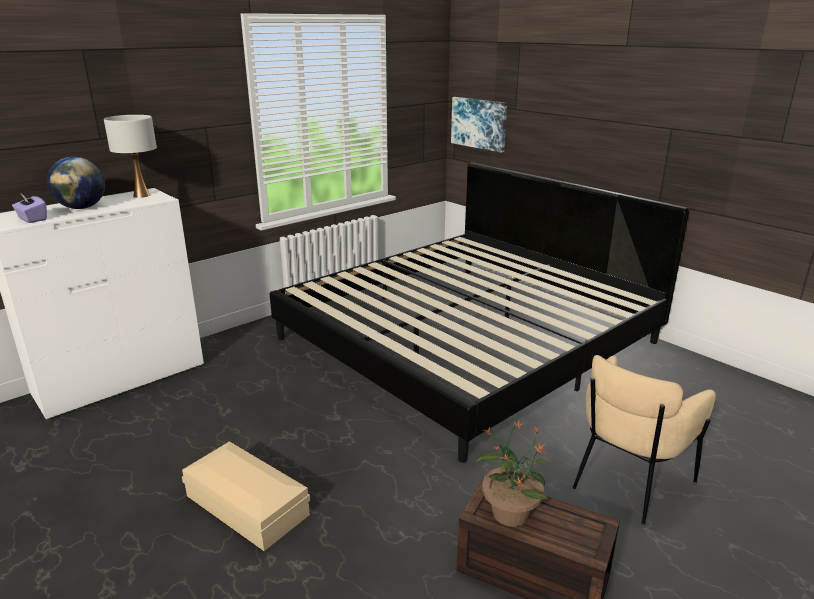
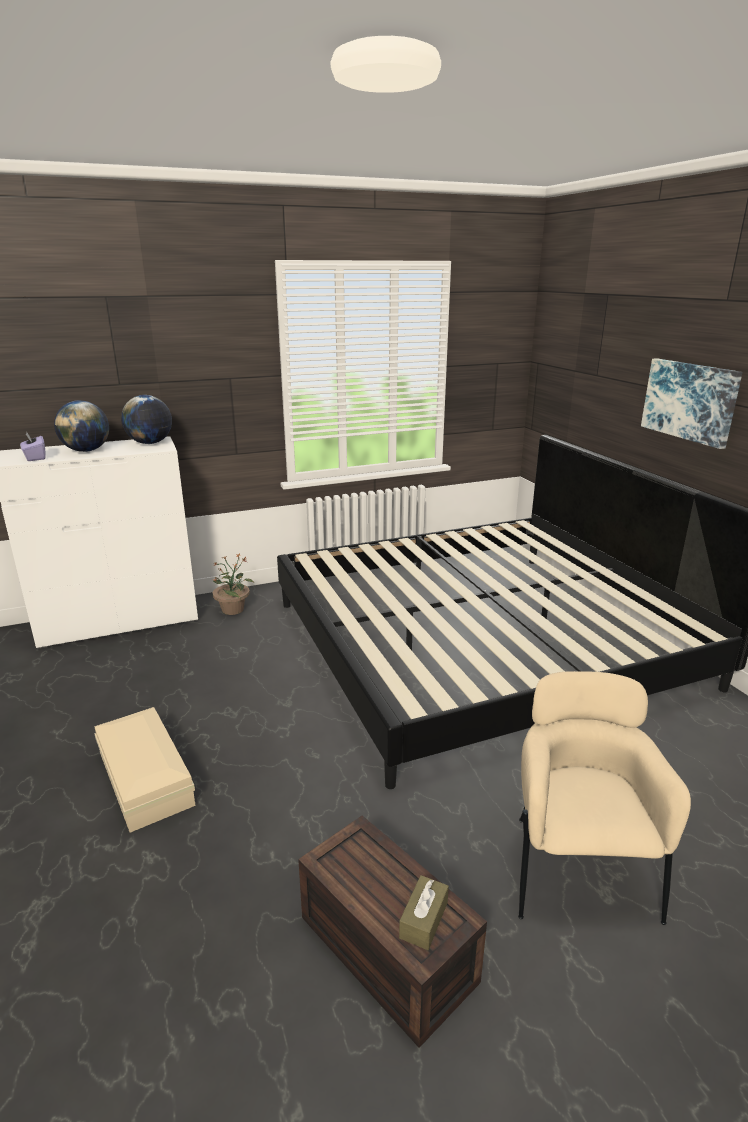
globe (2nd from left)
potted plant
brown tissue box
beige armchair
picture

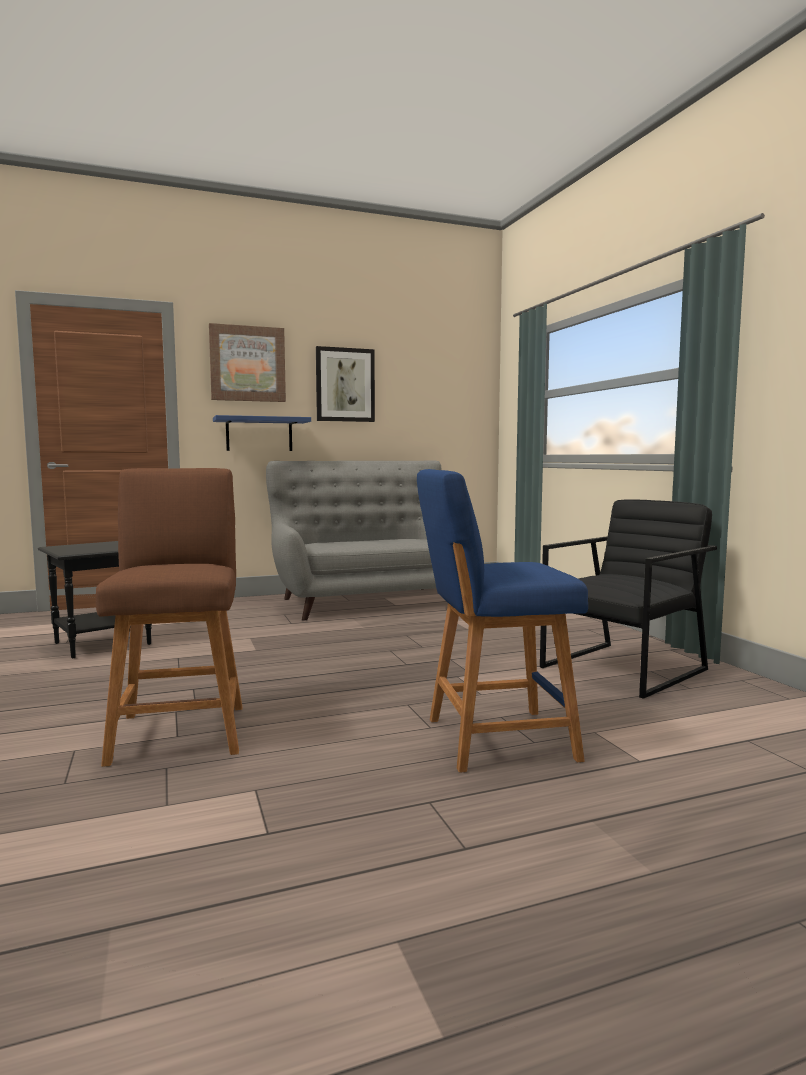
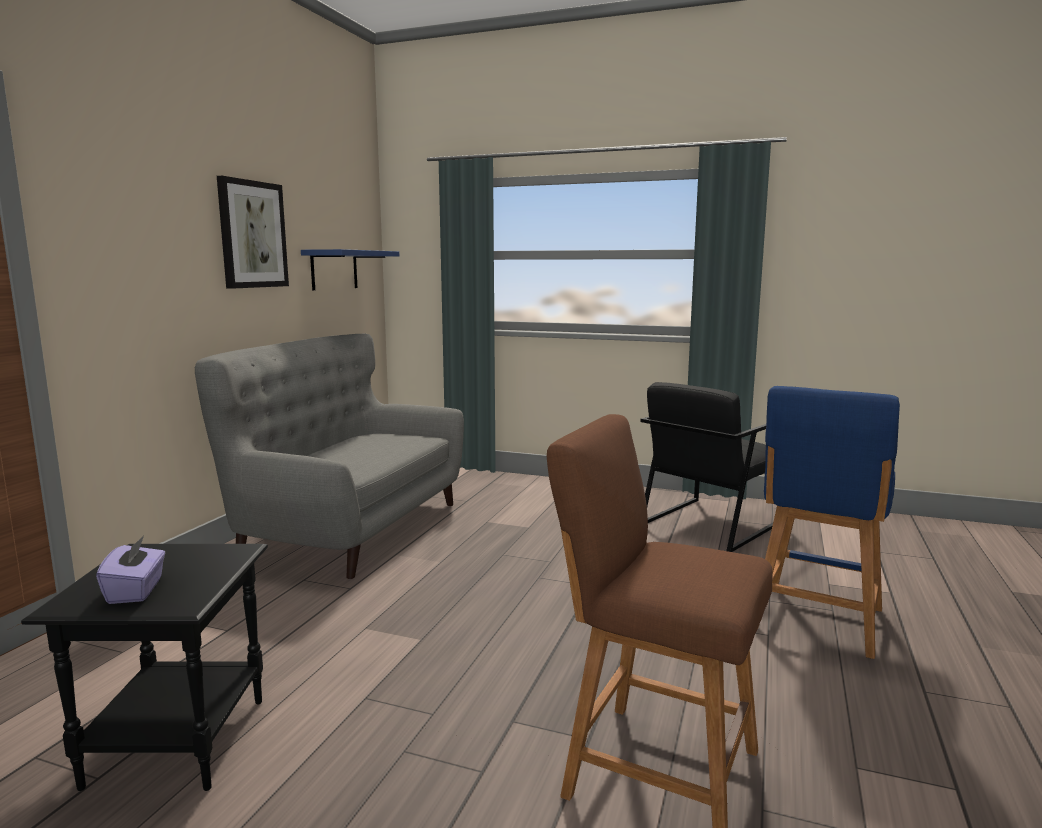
purple tissue box
blue shelf
black armchair
picture (1st from left in the first image)

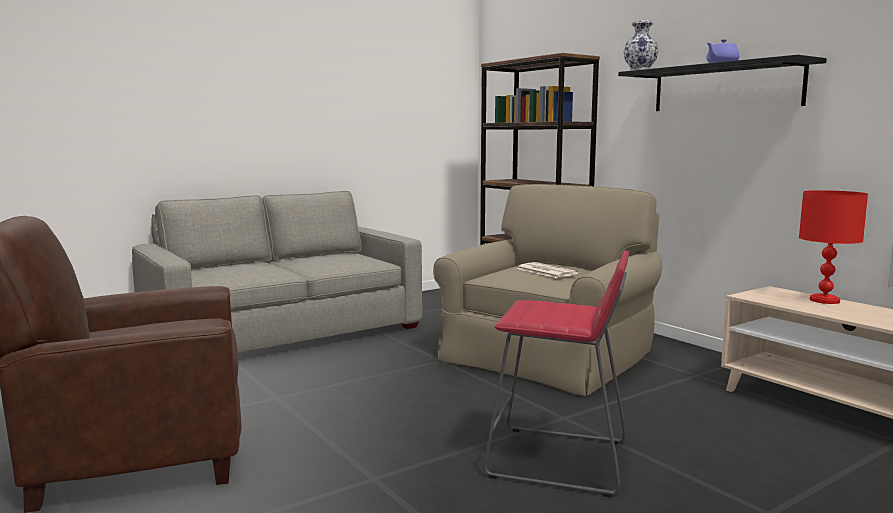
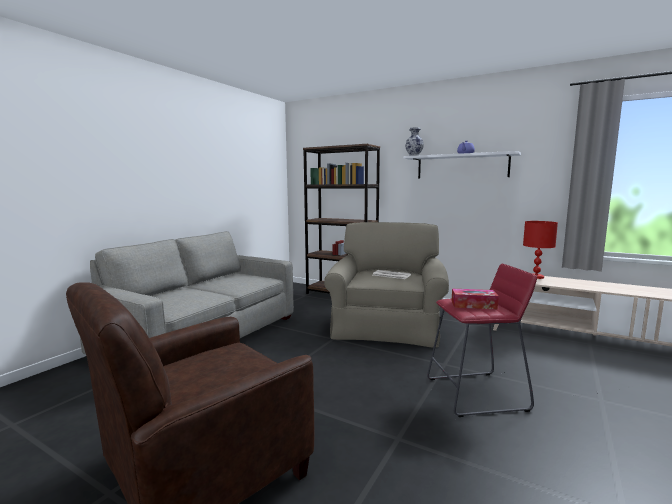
white shelf
tissue box

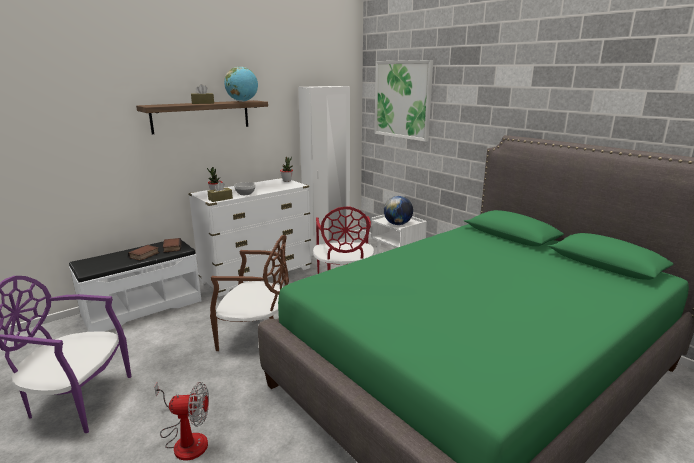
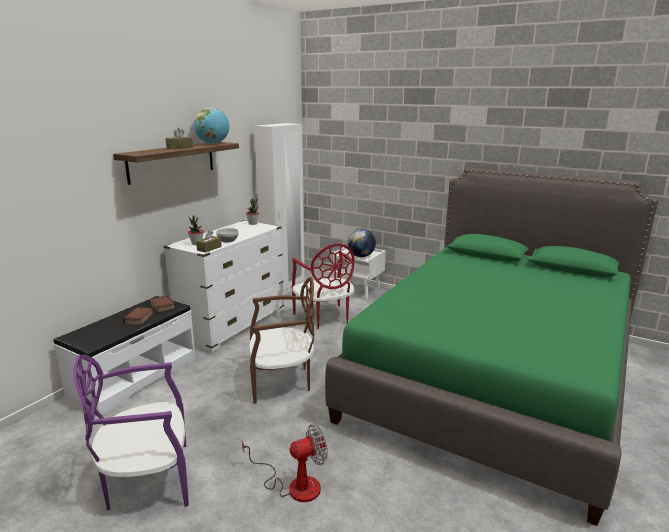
picture

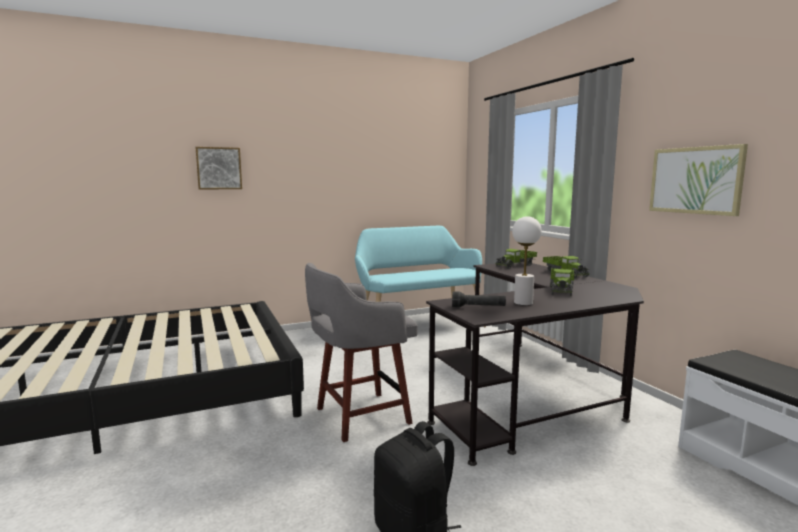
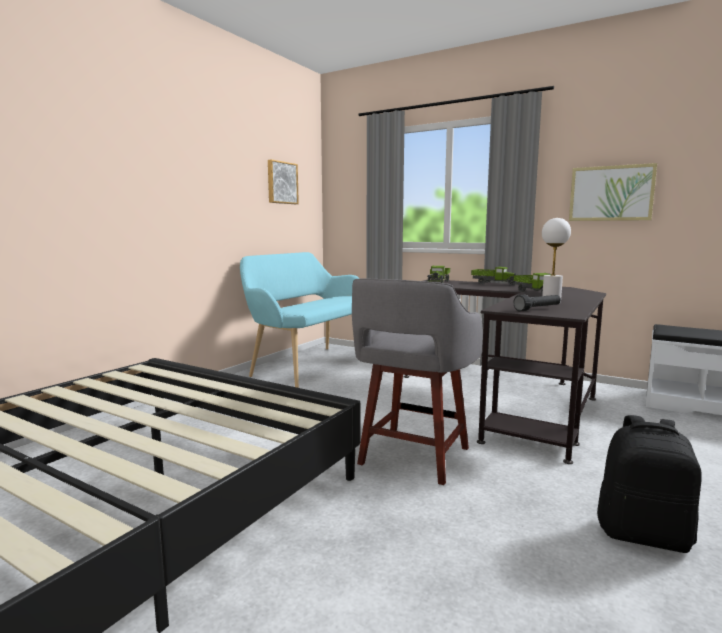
picture (1st from left)

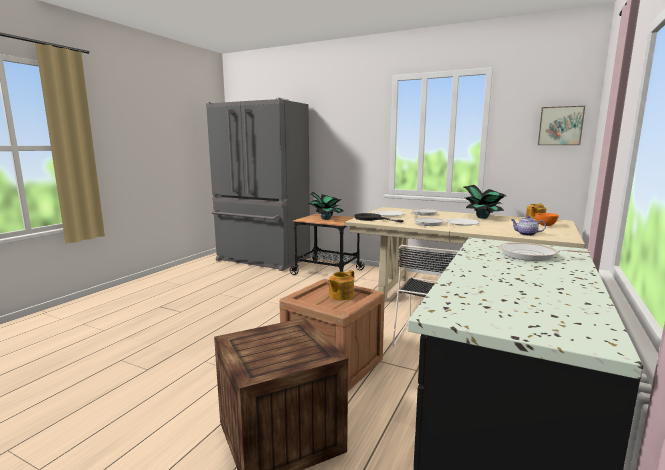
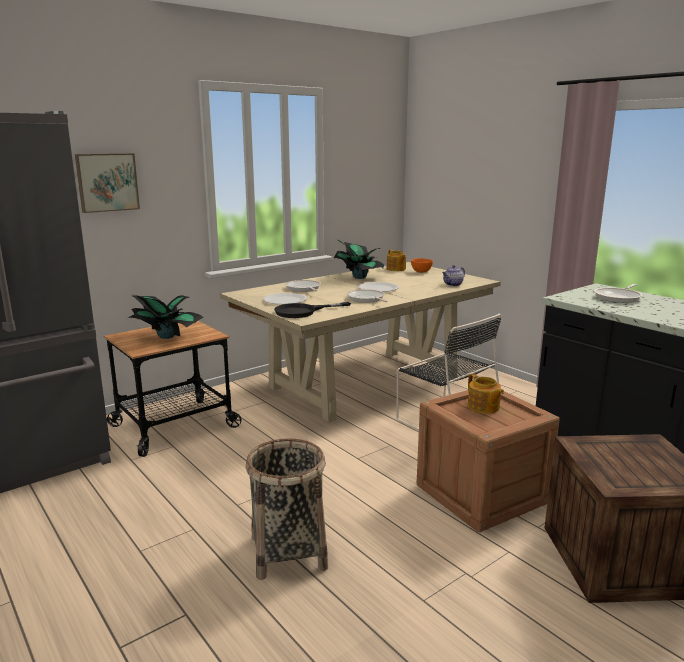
picture
basket

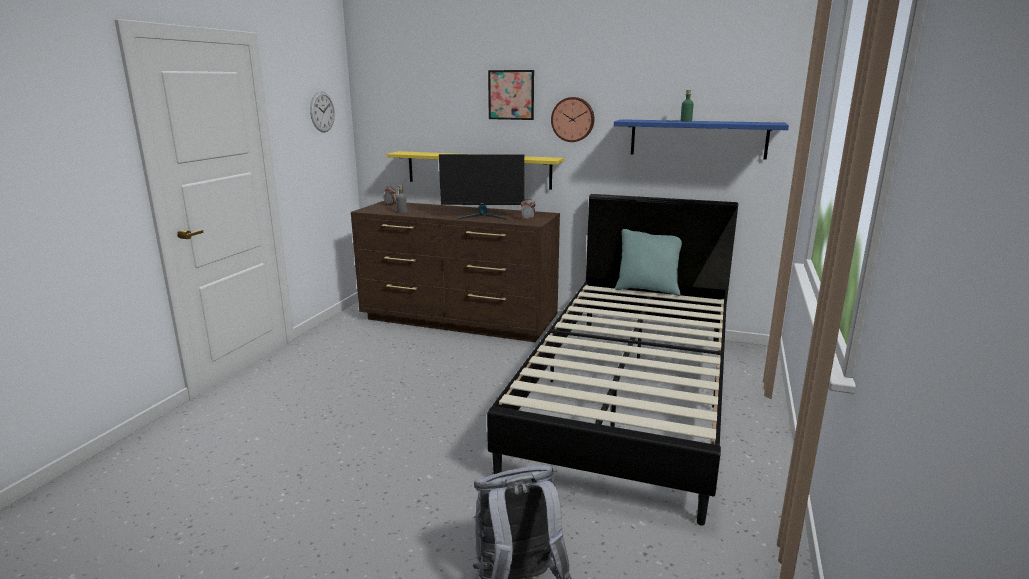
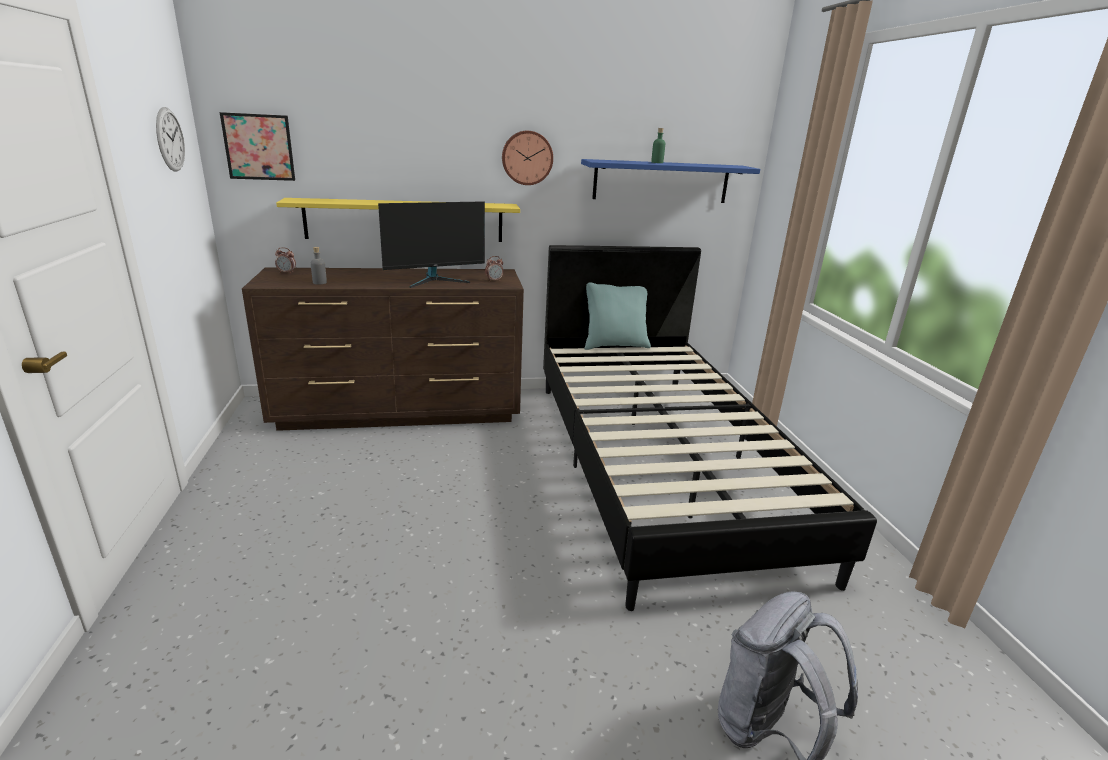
picture

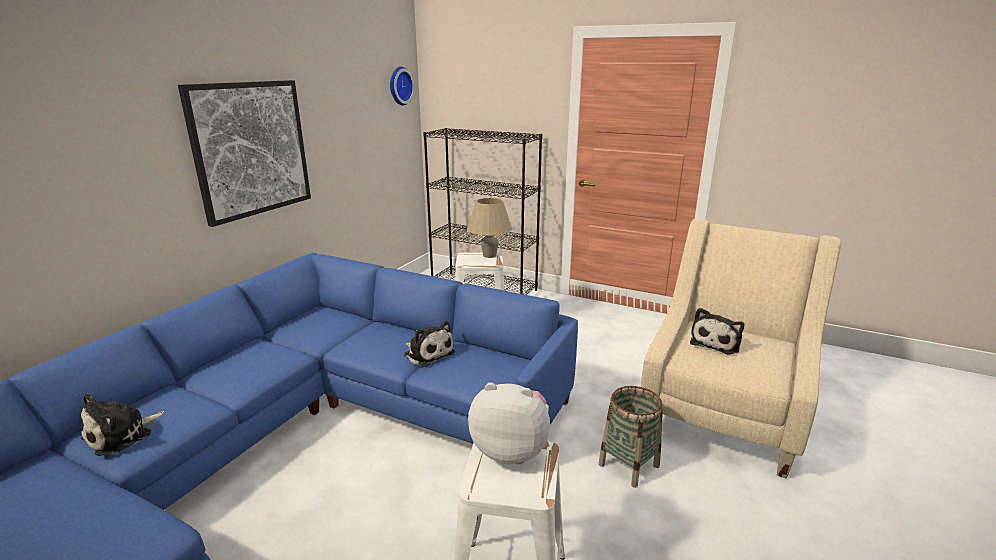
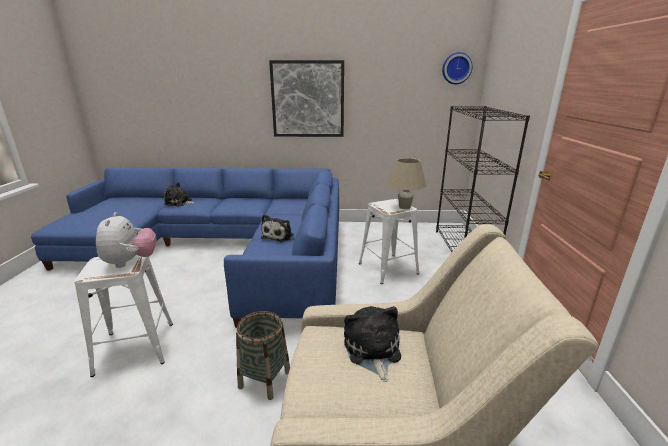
plush toy (4th from left)

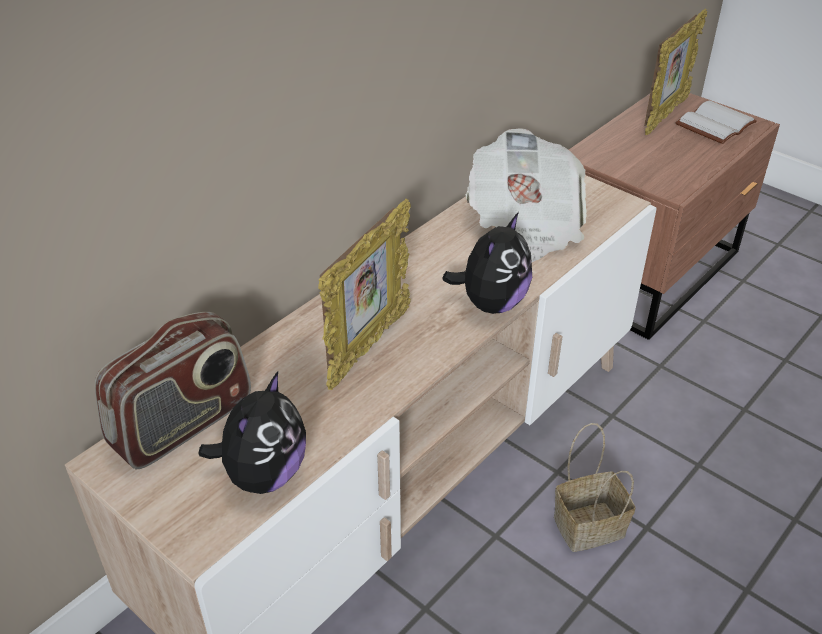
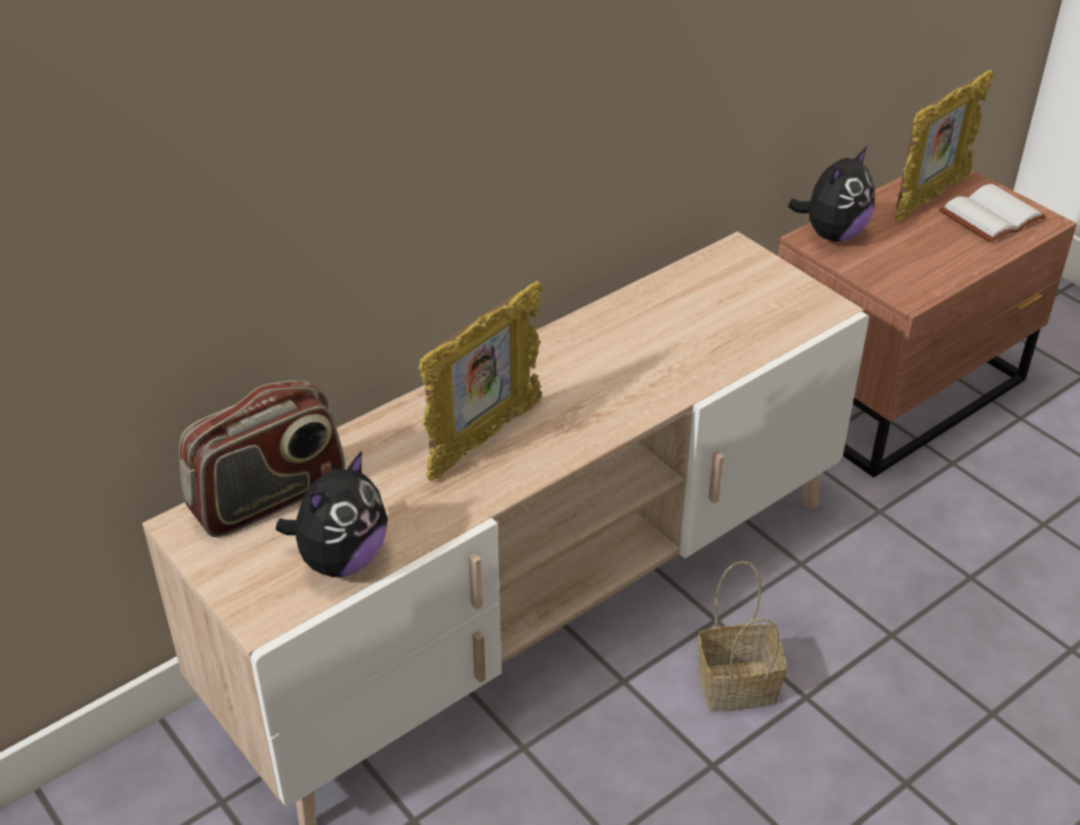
plush toy (2nd from left)
newspaper

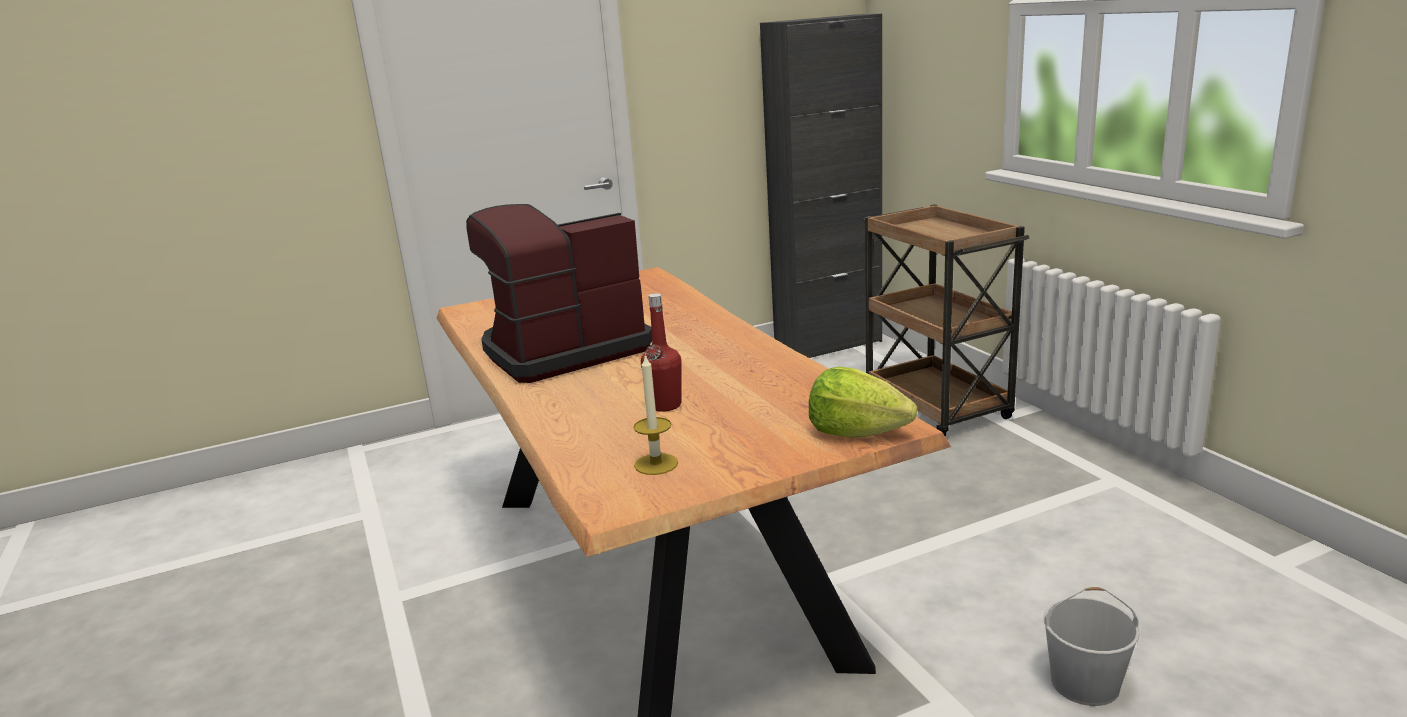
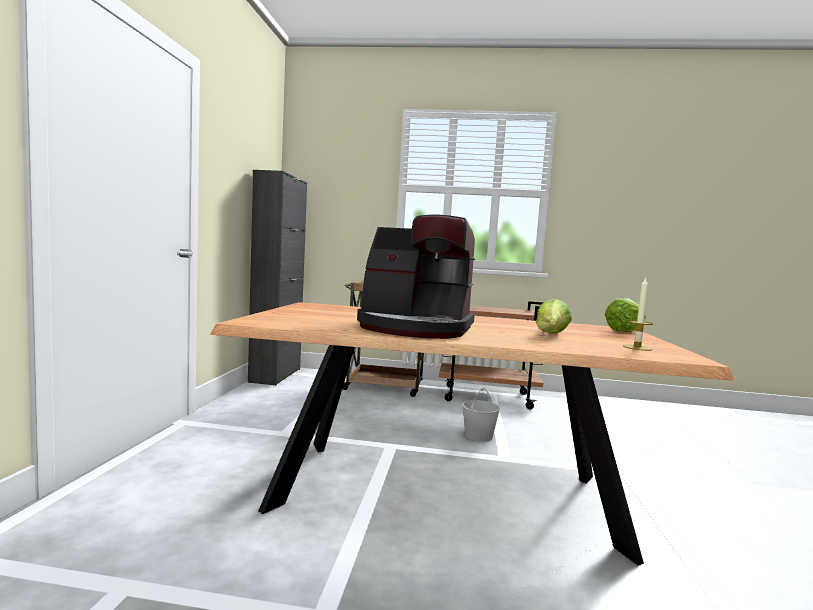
coffee machine
brown cart (2nd from left)
white bucket
lettuce (1st from left)

